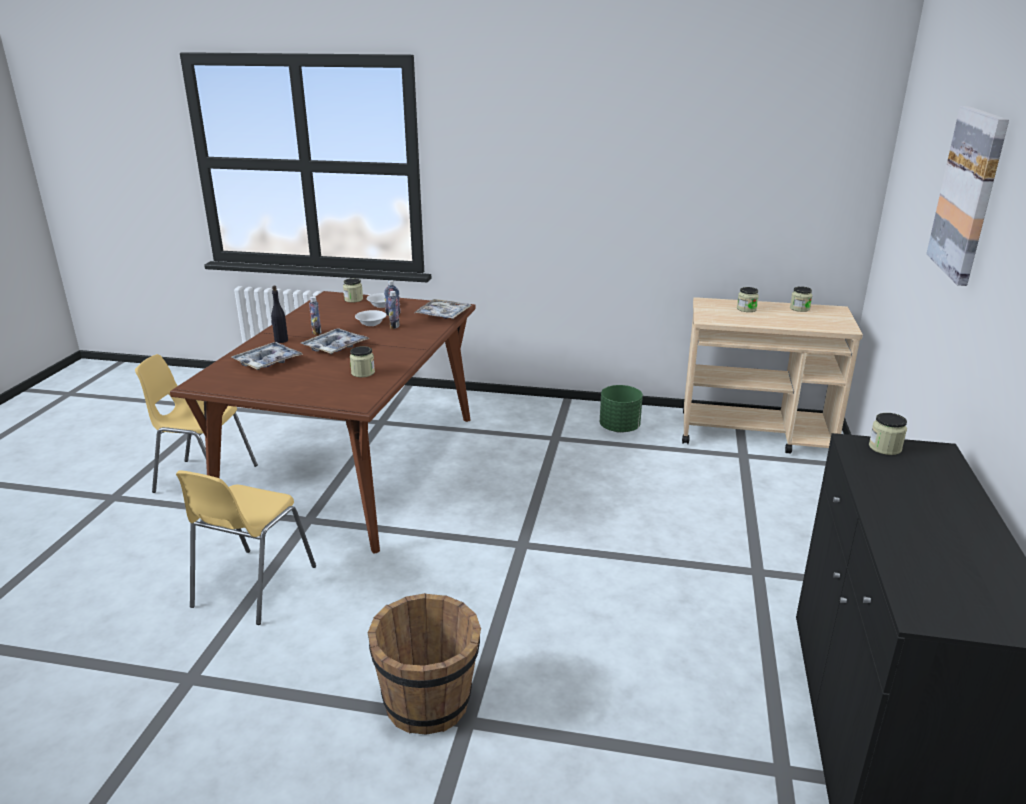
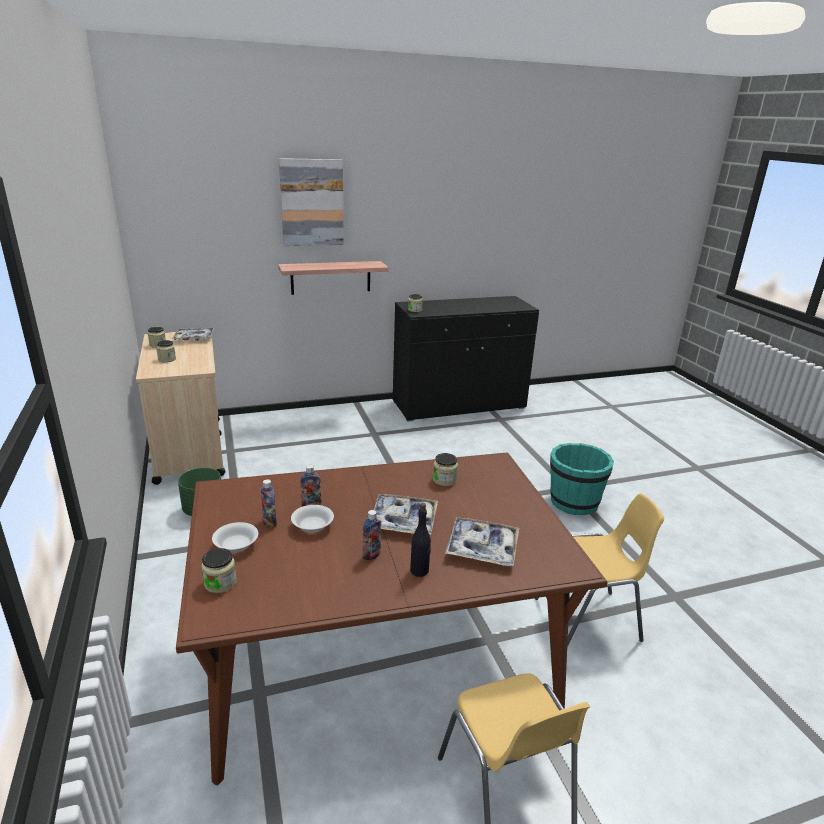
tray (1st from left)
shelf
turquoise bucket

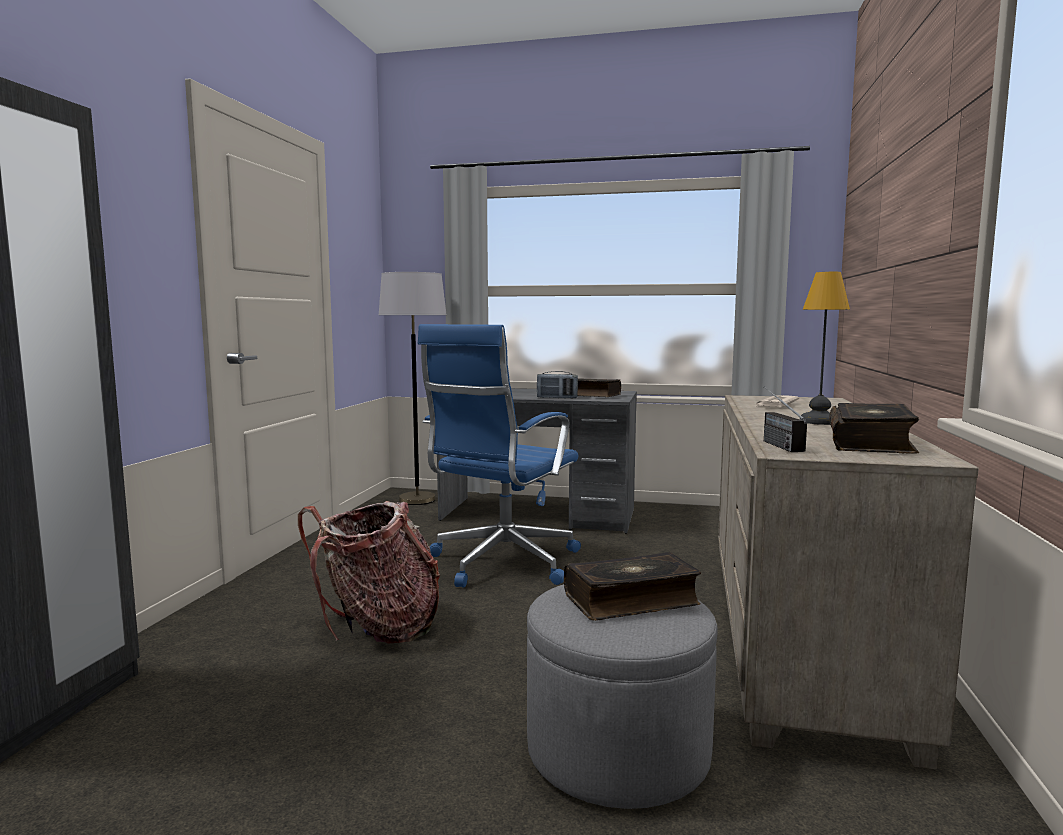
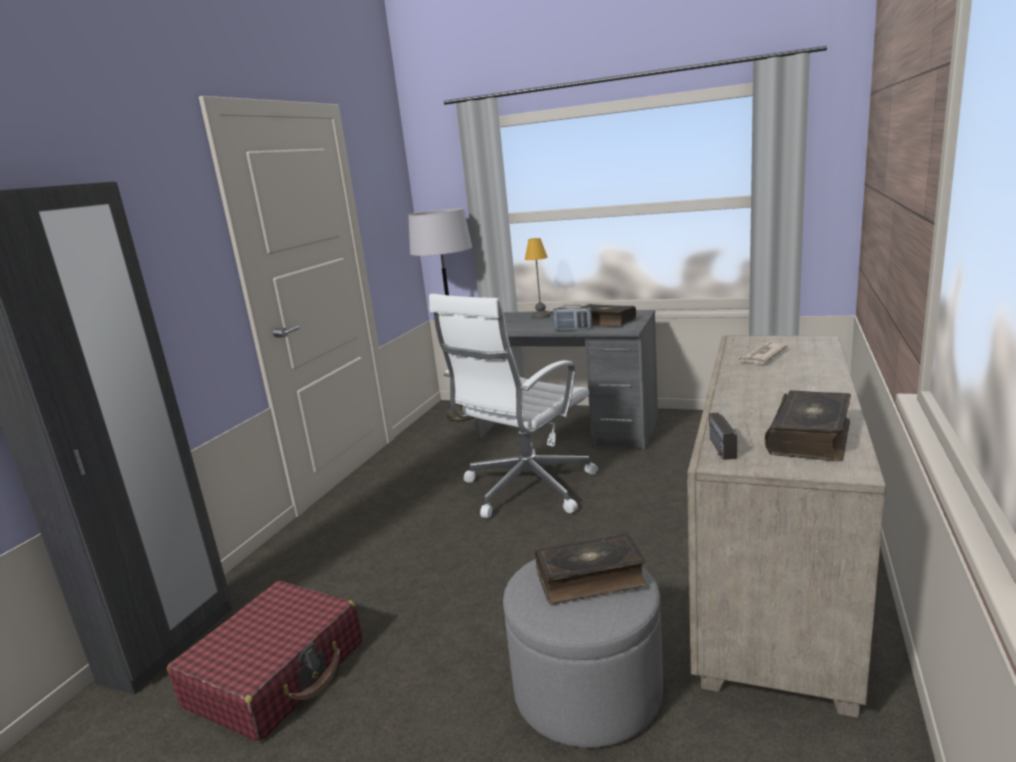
red suitcase
white office chair
table lamp
backpack

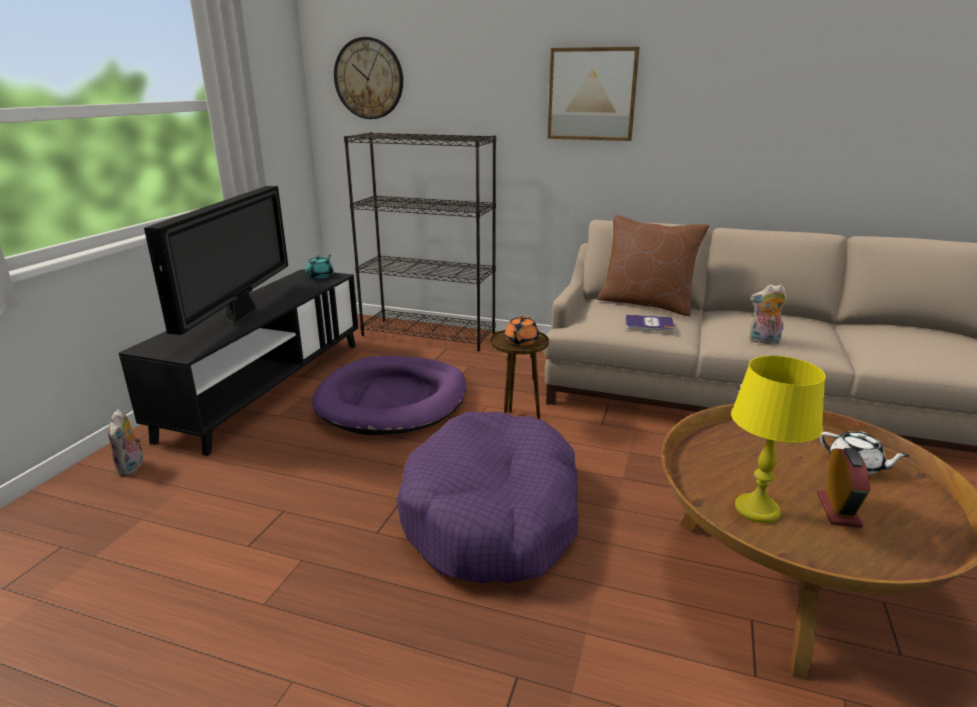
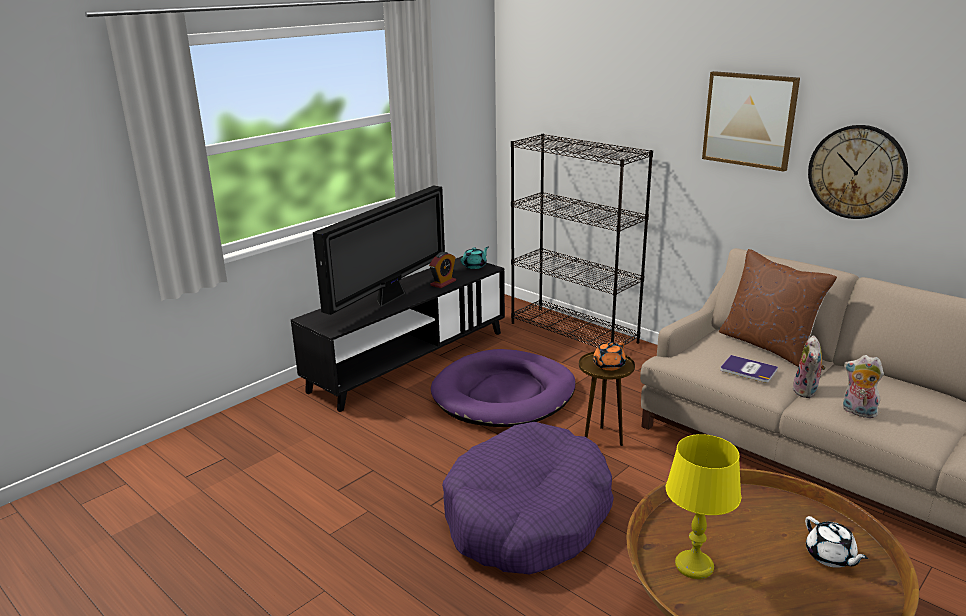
alarm clock
plush toy (1st from left)
wall clock

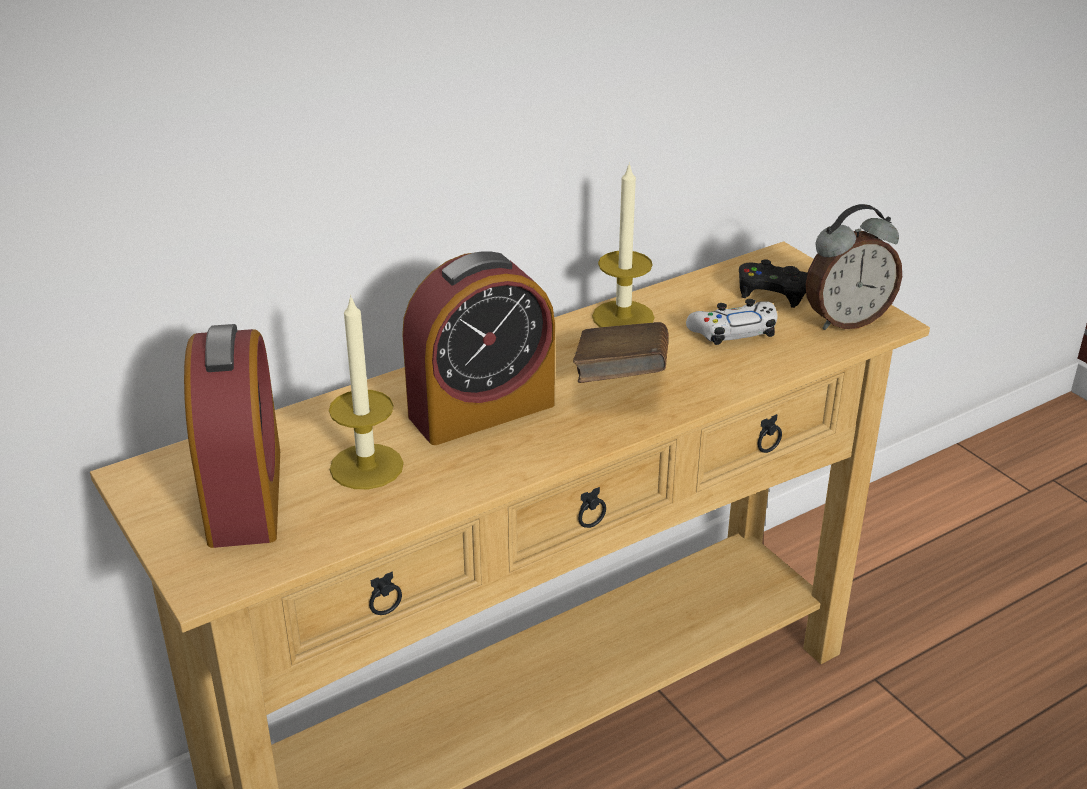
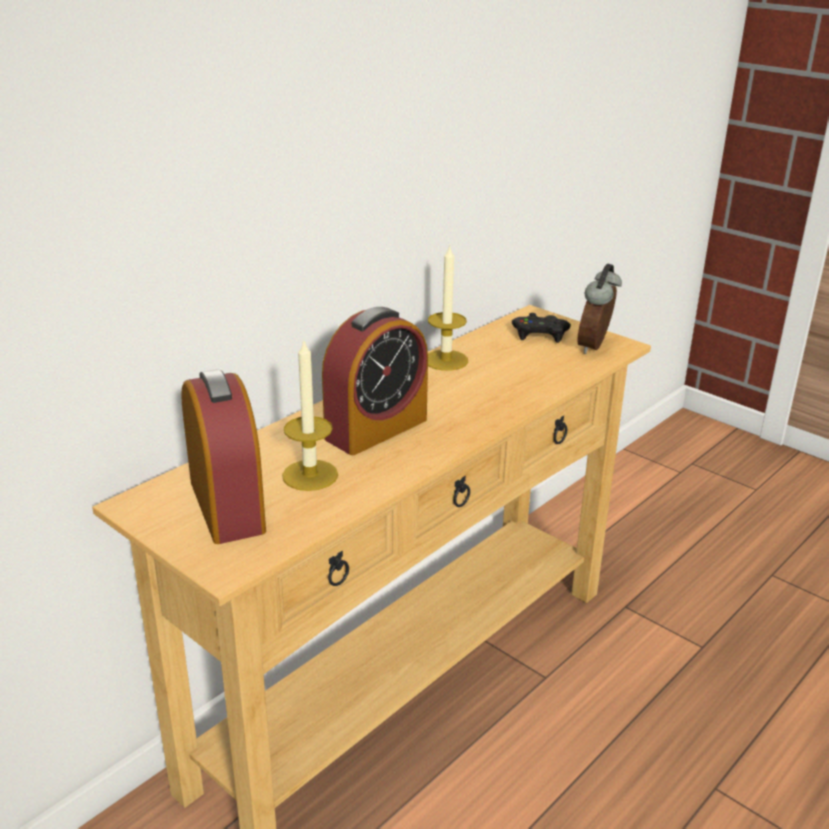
alarm clock (3rd from left)
brown book
white game controller

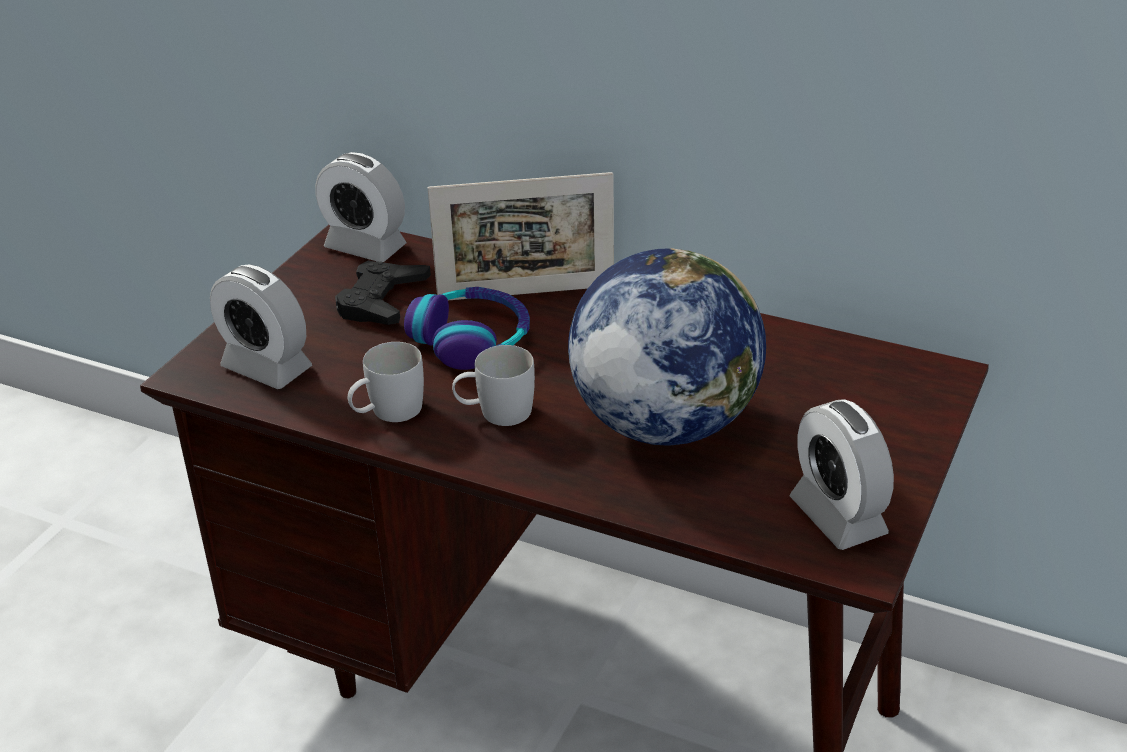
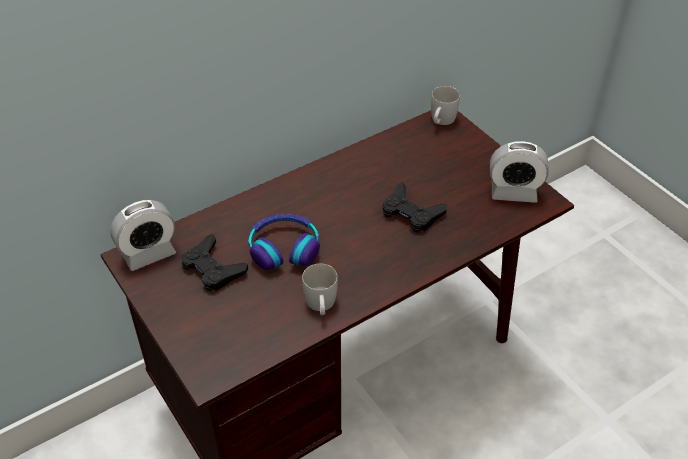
black game controller (2nd from left)
white mug (2nd from left)
alarm clock (1st from left in the first image)
picture frame

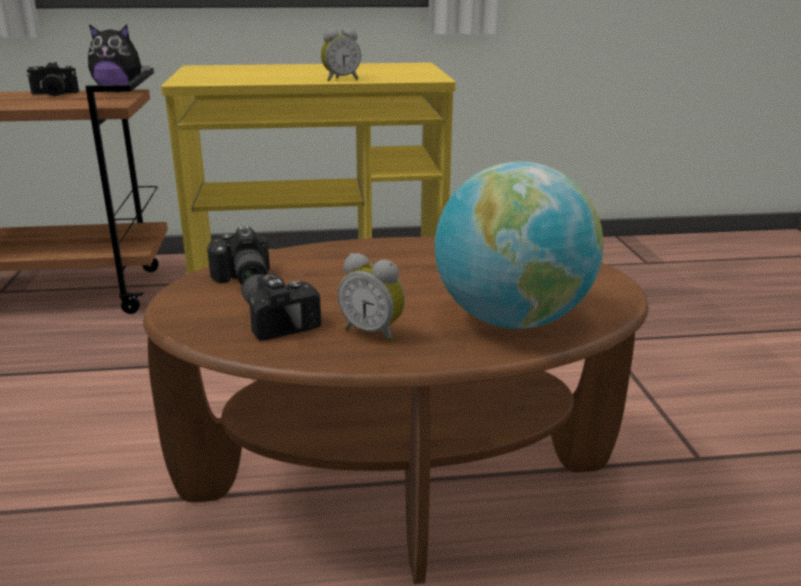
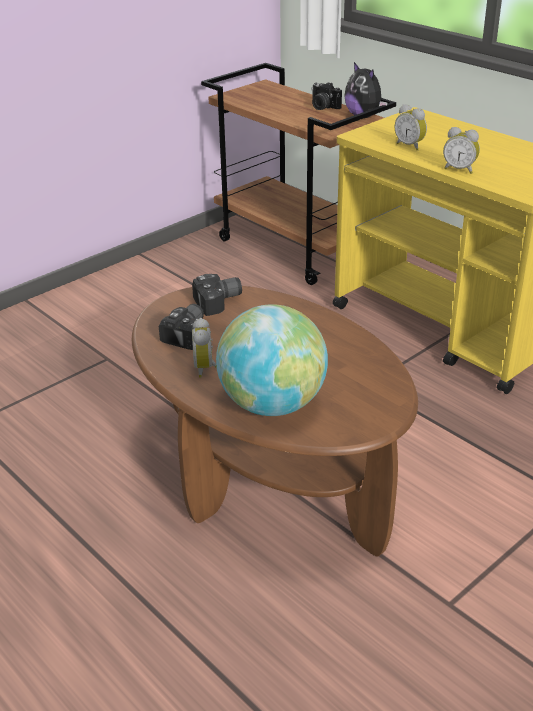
photo camera (2nd from left)
alarm clock (2nd from left)

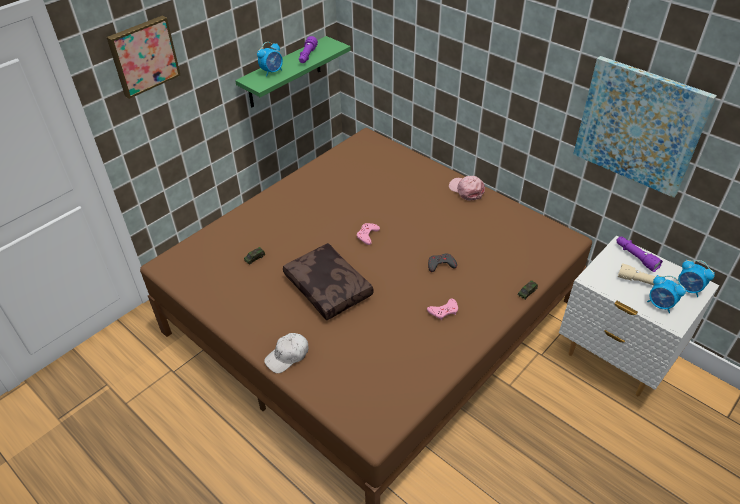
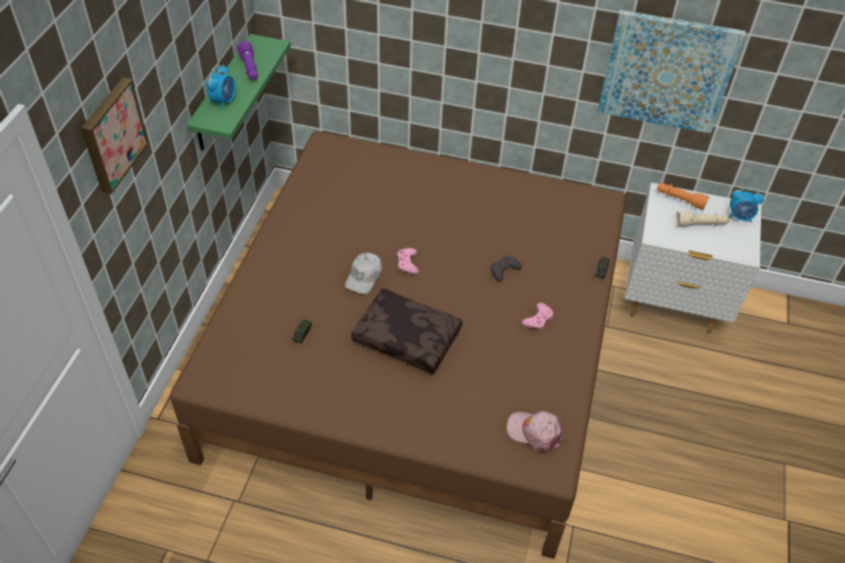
white cap
pink cap
orange flashlight
alarm clock (2nd from left in the first image)

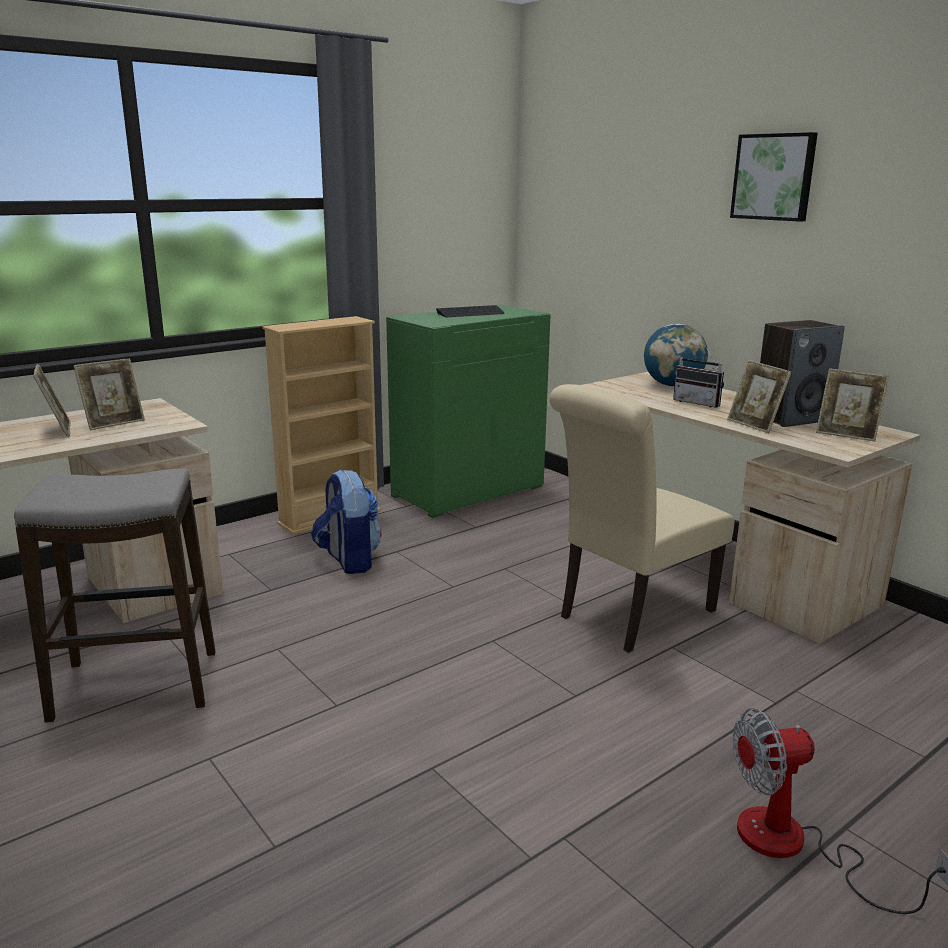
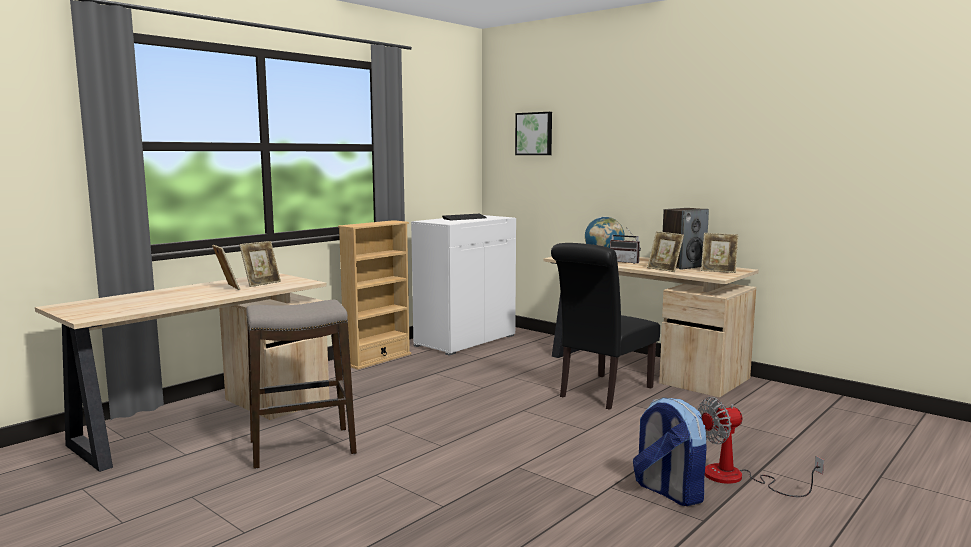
white cabinet
picture
black chair
backpack

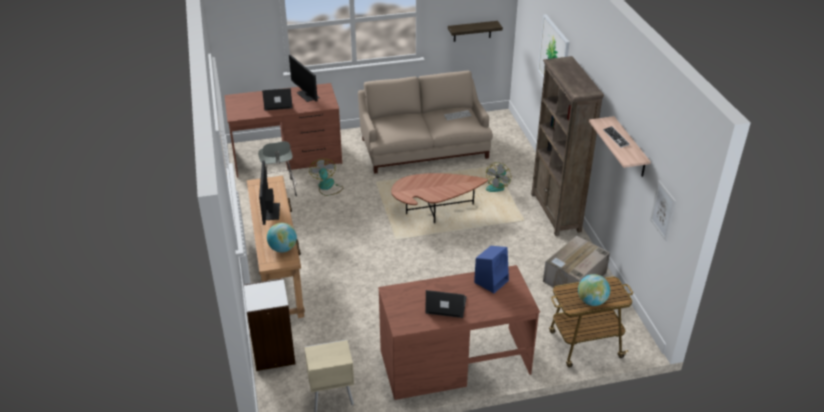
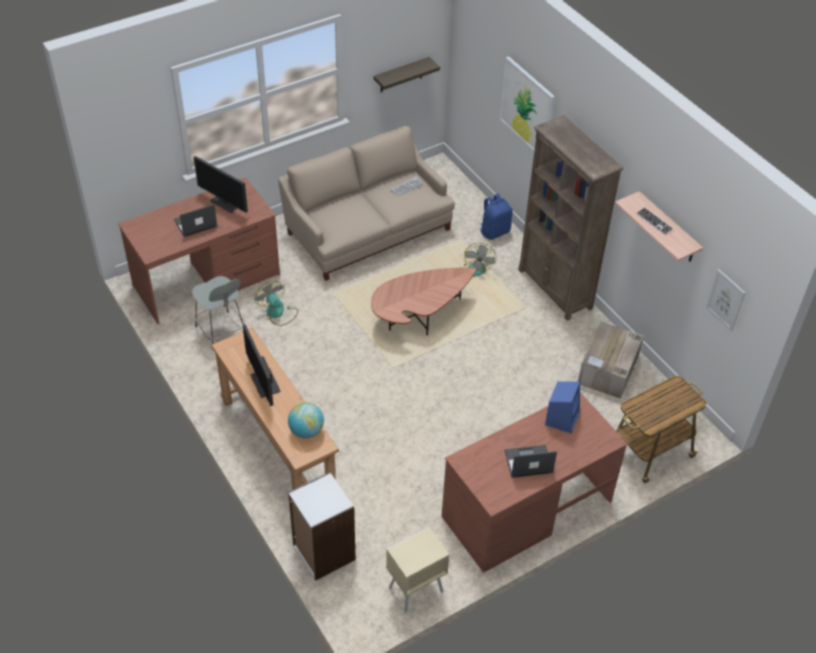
blue backpack
globe (2nd from left in the first image)

